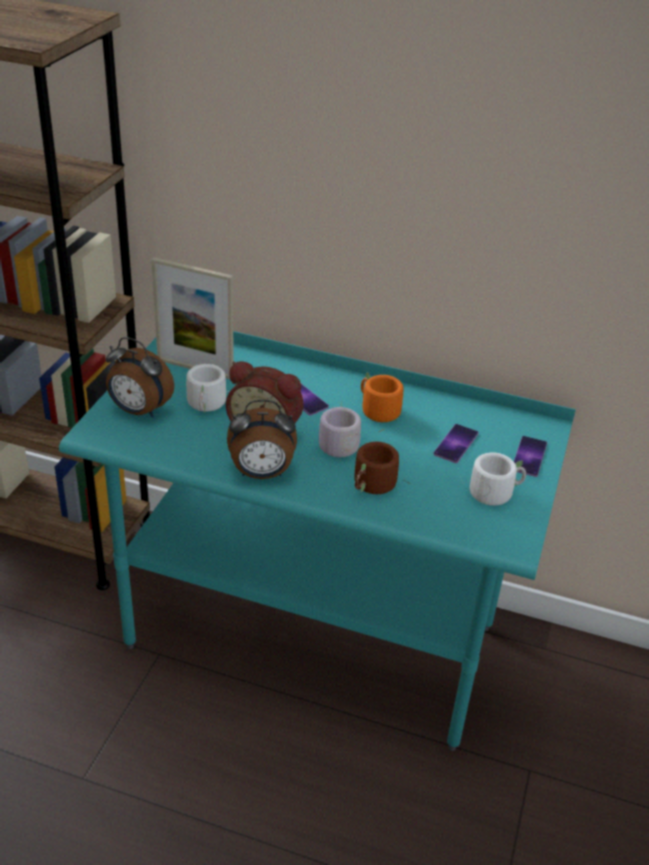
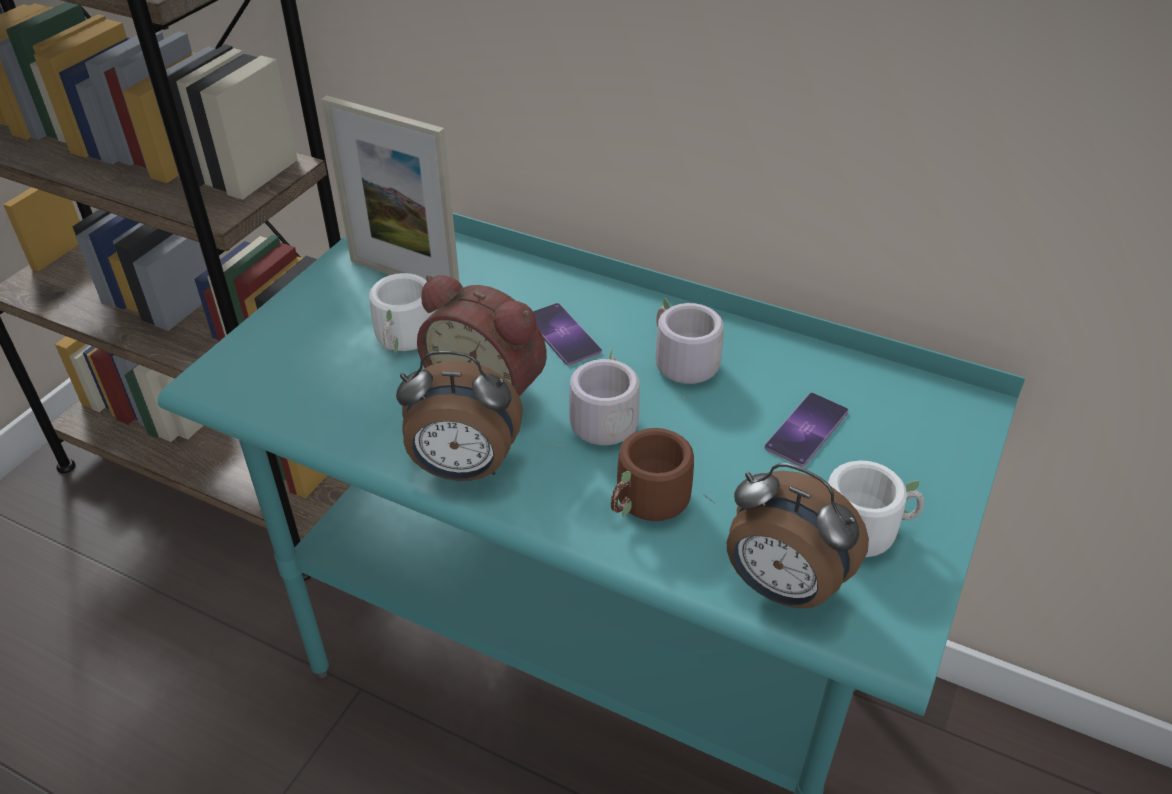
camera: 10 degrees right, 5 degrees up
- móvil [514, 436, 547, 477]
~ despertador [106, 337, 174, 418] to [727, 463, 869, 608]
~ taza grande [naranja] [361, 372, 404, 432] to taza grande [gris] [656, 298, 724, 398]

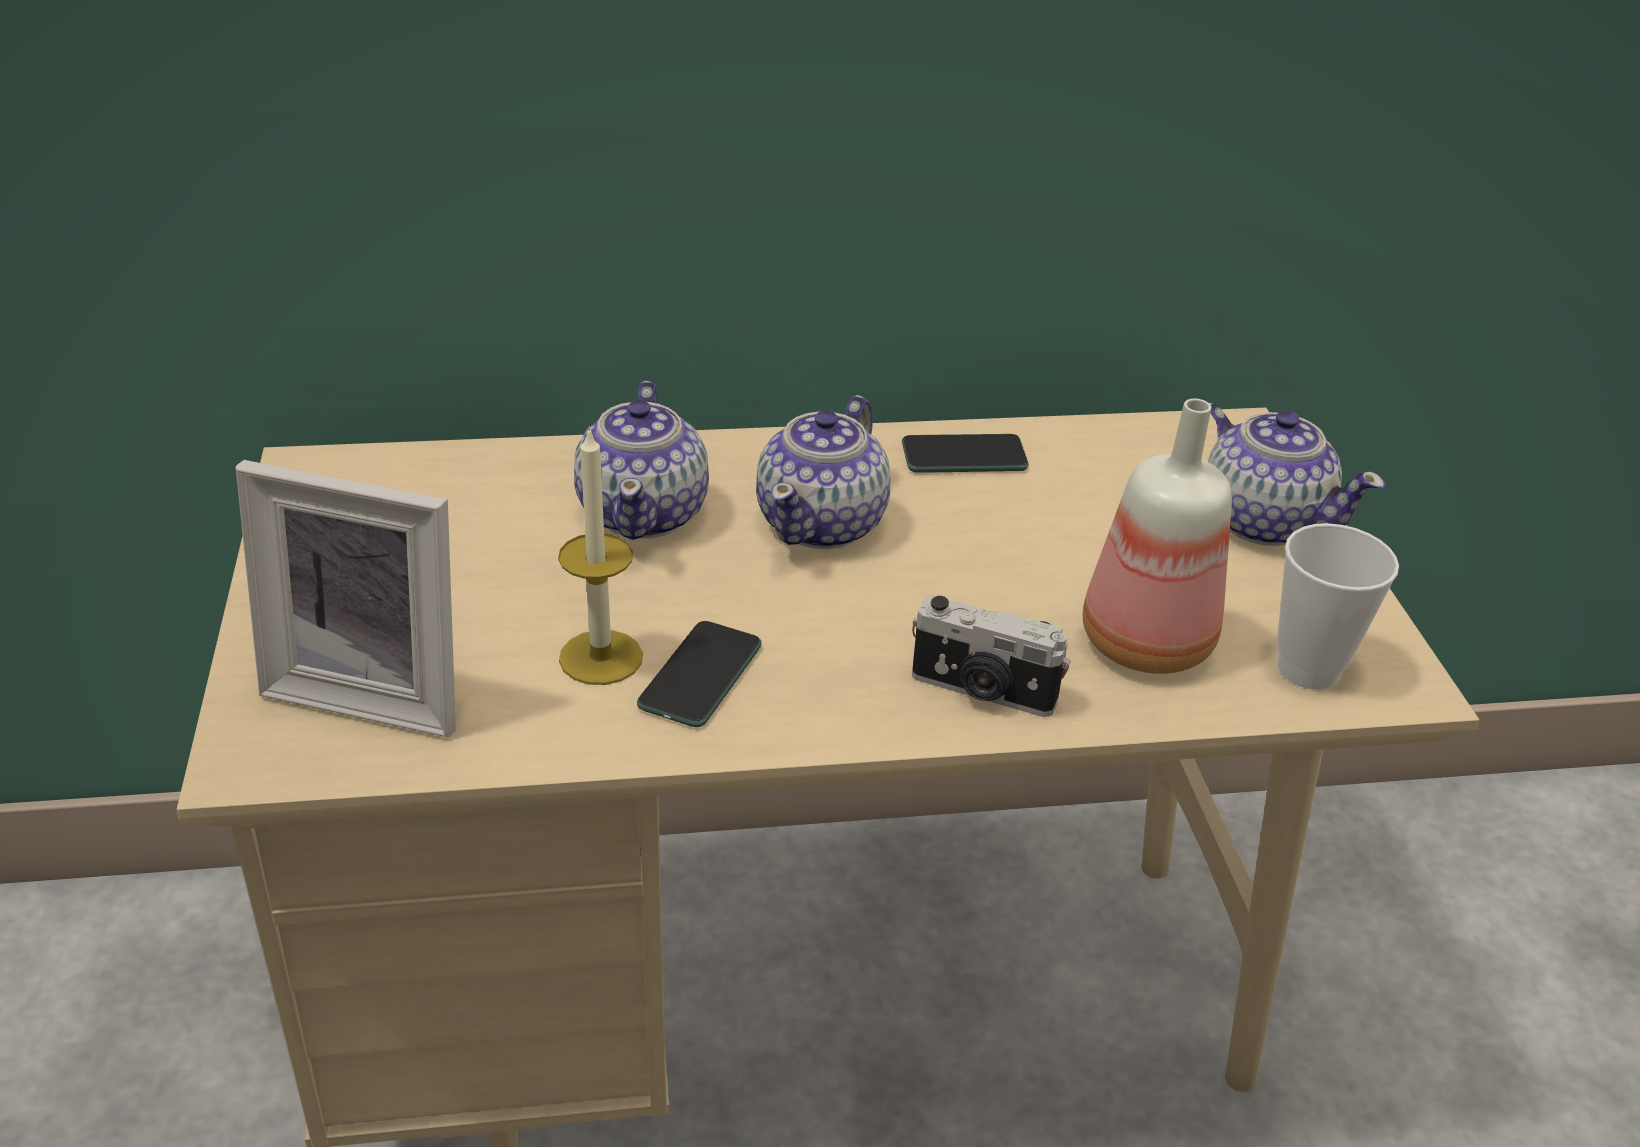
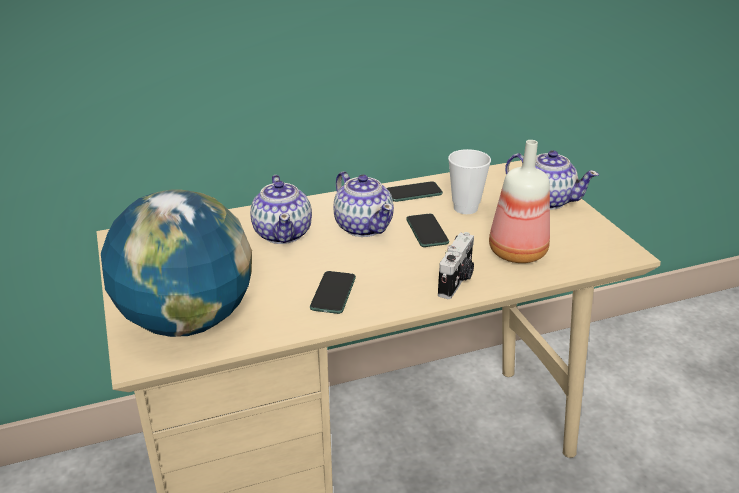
camera: 10 degrees left, 5 degrees down
- vela [558, 427, 643, 685]
+ móvil [406, 214, 449, 247]
~ taza [1277, 523, 1399, 690] to [448, 149, 491, 214]
~ portarretratos [236, 460, 456, 737] to globo terráqueo [101, 189, 252, 337]
~ tetera [756, 395, 891, 549] = [334, 171, 394, 237] 45 degrees counterclockwise
~ cámara [912, 596, 1071, 717] = [438, 232, 474, 299] 75 degrees counterclockwise

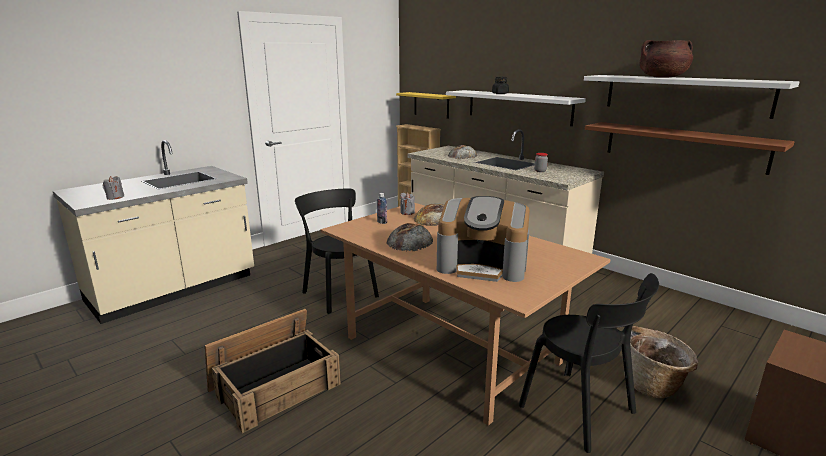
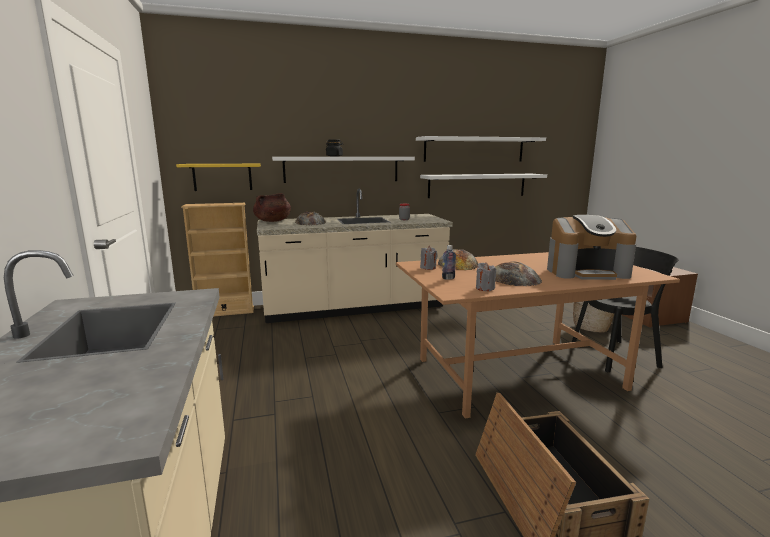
camera: 60 degrees left, 5 degrees down
- silla [negro] [295, 188, 379, 314]
~ vela [gris] [103, 176, 124, 200] to [476, 262, 496, 291]
~ olla [marrón] [640, 40, 693, 78] to [253, 193, 291, 222]
~ estante [marrón] [585, 122, 795, 175] to estante [blanco] [420, 174, 547, 198]
~ cafetera [437, 196, 530, 282] = [547, 215, 637, 280] 45 degrees clockwise

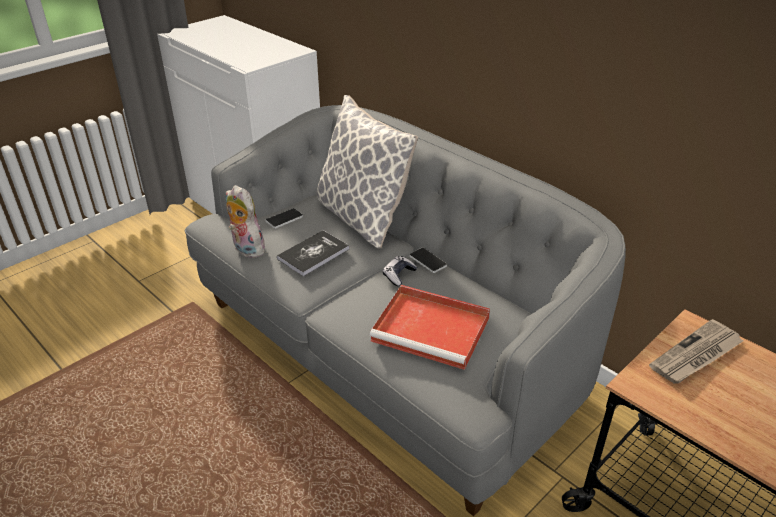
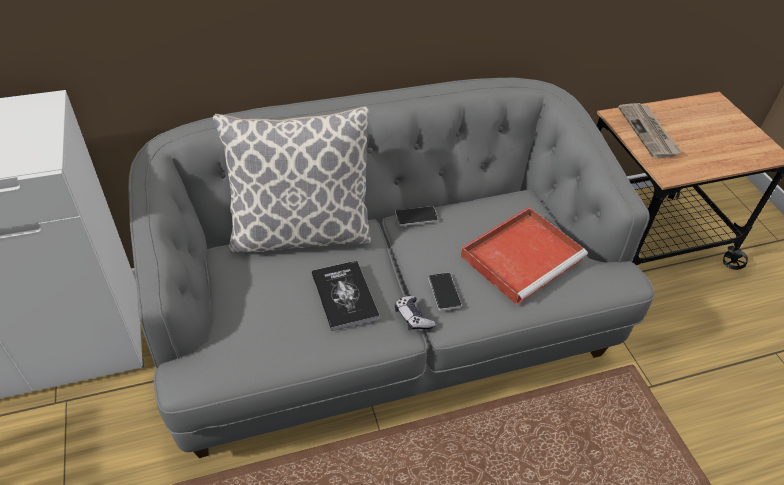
camera: 65 degrees left, 10 degrees up
- peluche [226, 185, 265, 258]
~ móvil [265, 208, 303, 229] to [428, 272, 461, 311]
~ mando de consola [383, 256, 417, 286] to [395, 296, 435, 330]

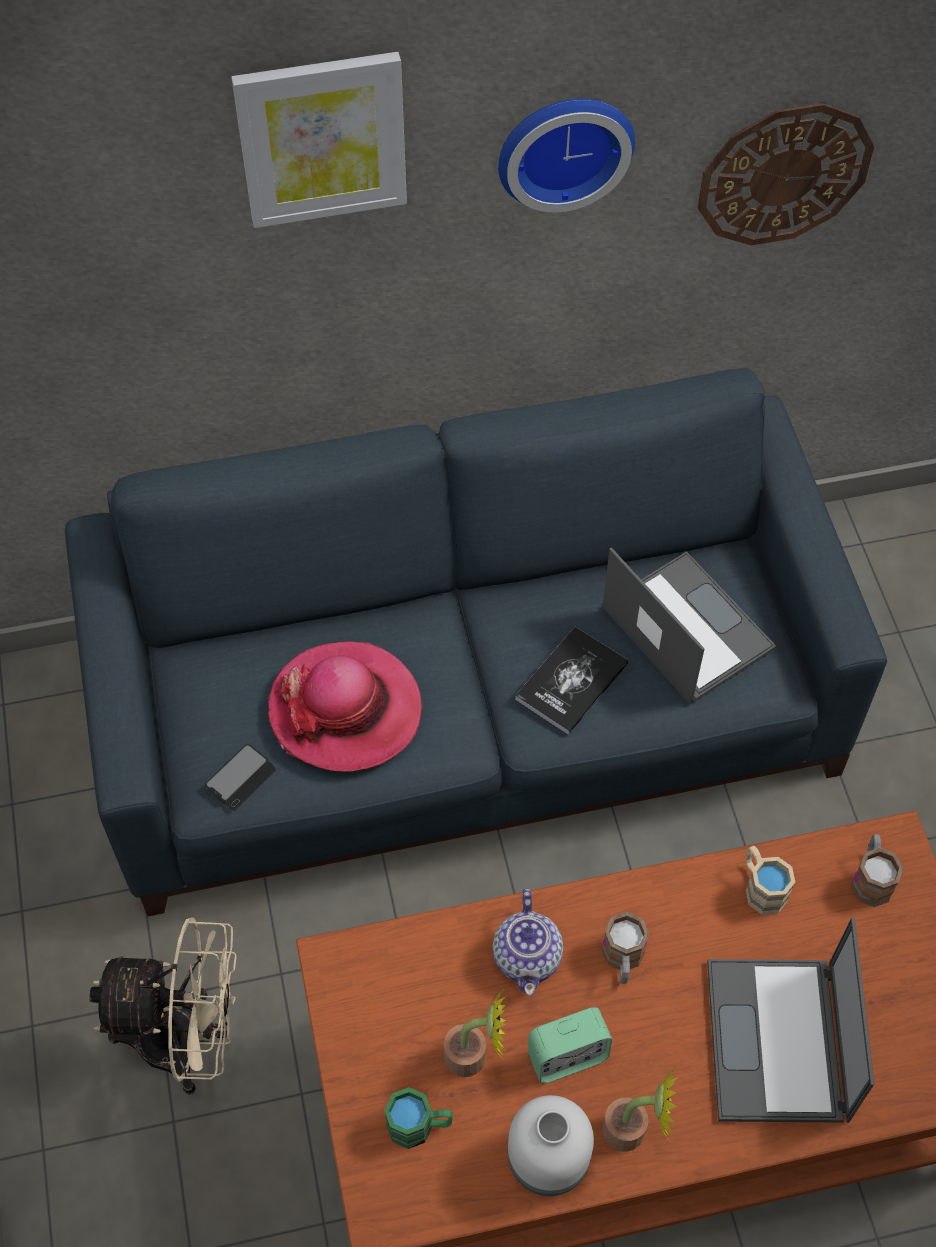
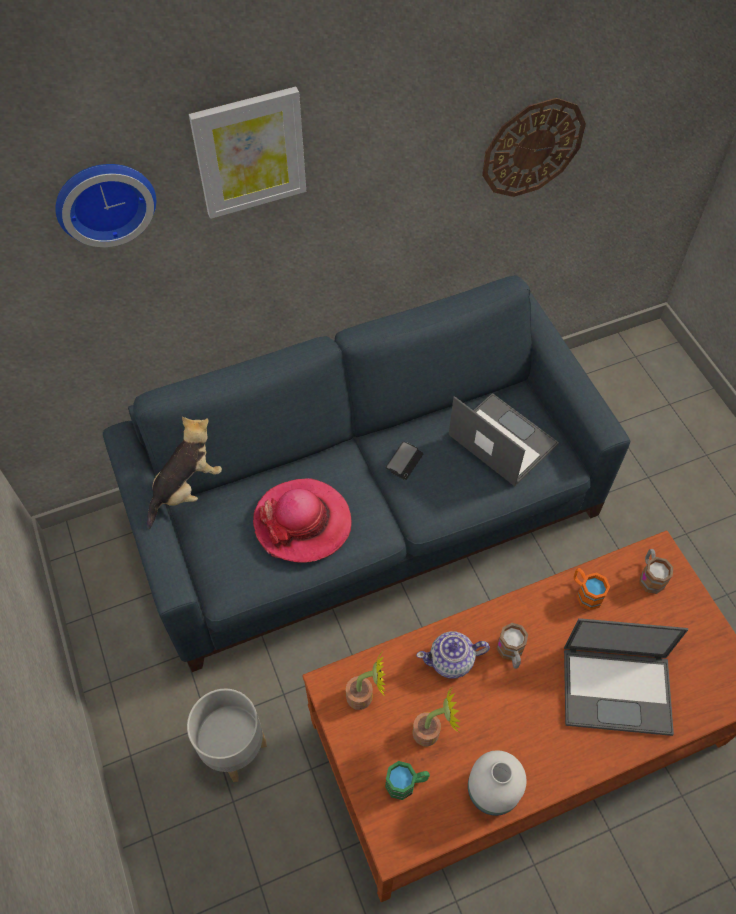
camera: 10 degrees left, 0 degrees up
- libro [515, 627, 629, 735]
- despertador [528, 1007, 612, 1083]
+ peluche [147, 417, 222, 529]
~ móvil [205, 744, 276, 811] to [386, 442, 423, 480]
~ reloj de pared [498, 99, 635, 212] to [55, 164, 156, 247]
~ planta en maceta [602, 1067, 679, 1152] to [346, 653, 386, 710]
~ ventilador [beis] [89, 917, 237, 1095] to maceta [gris] [187, 689, 267, 782]
~ taza grande [beis] [746, 846, 795, 915] to taza grande [naranja] [574, 568, 610, 610]
~ tetera [492, 889, 564, 996] = [416, 631, 490, 679] 90 degrees clockwise
~ portátil [707, 917, 874, 1123] = [564, 618, 688, 736] 75 degrees counterclockwise

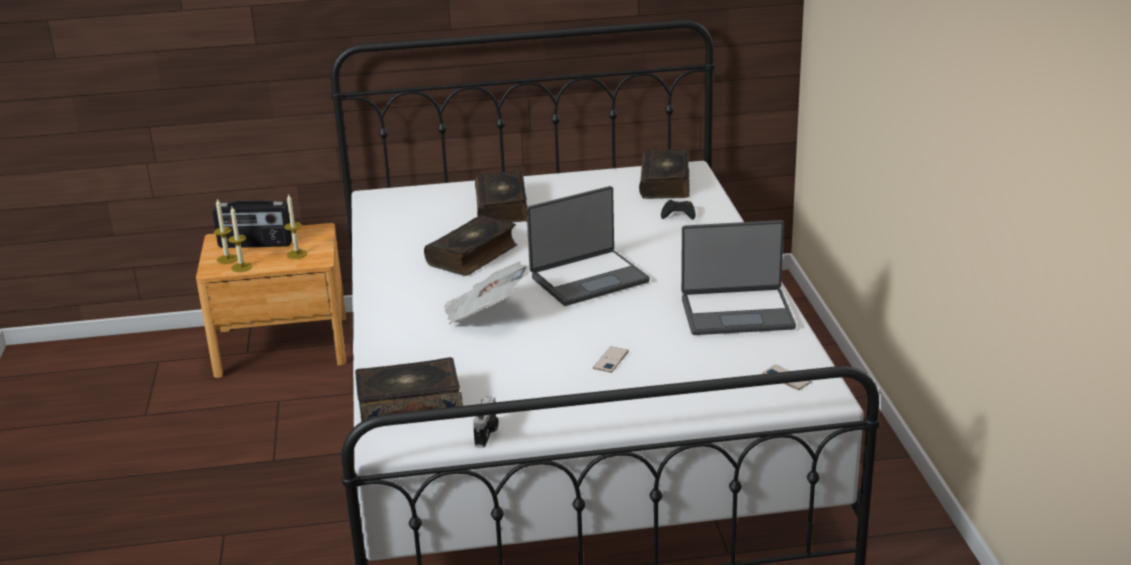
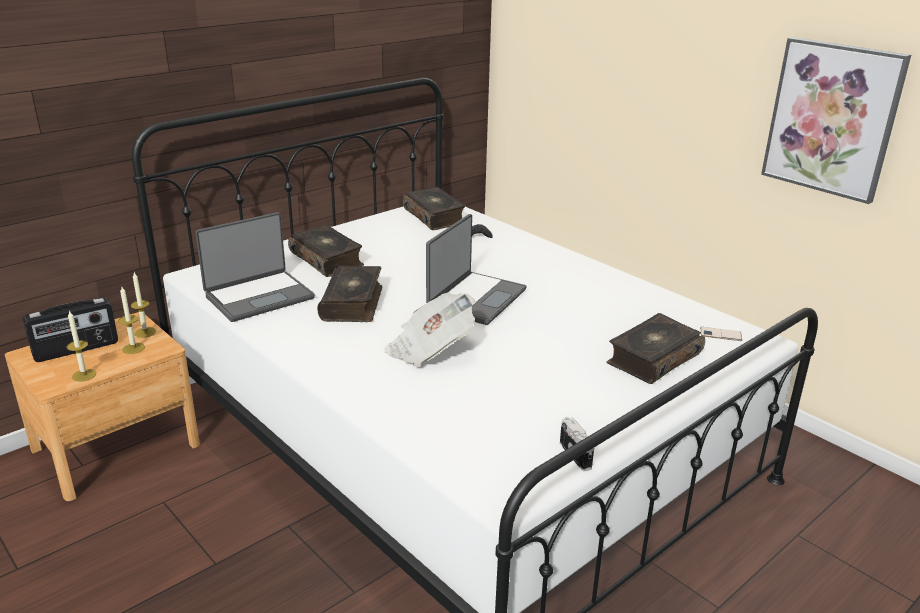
camera: 35 degrees left, 0 degrees up
- móvil [593, 346, 629, 373]
+ cuadro [761, 37, 911, 204]
~ vela [214, 199, 238, 264] to [131, 272, 156, 338]
~ libro [355, 357, 463, 422] to [607, 313, 705, 384]
~ portátil [681, 220, 796, 335] to [195, 212, 315, 322]

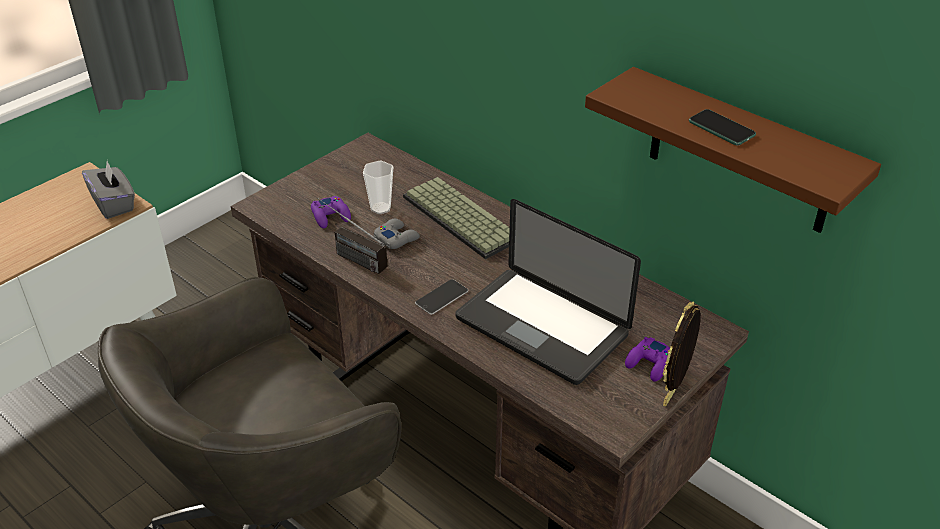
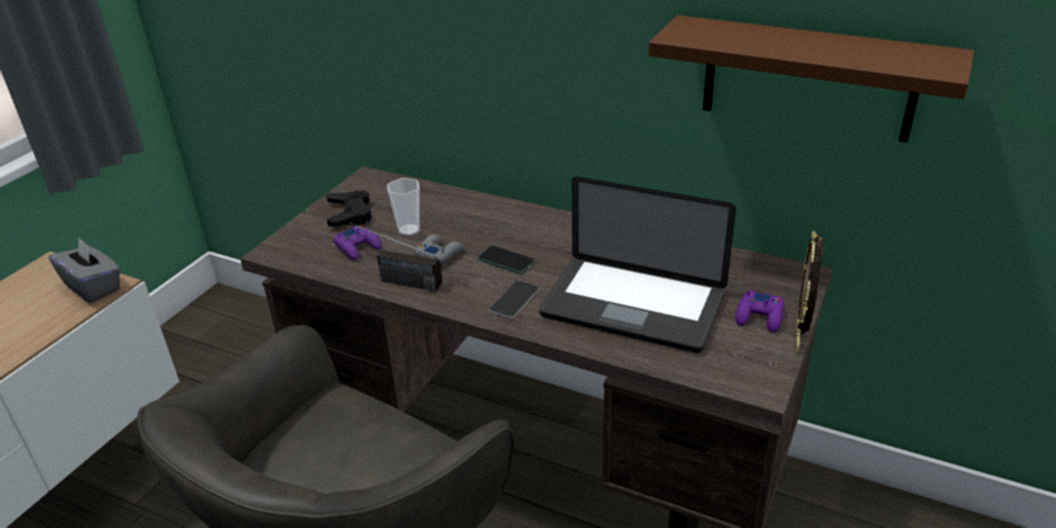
camera: 15 degrees left, 5 degrees down
- teclado [403, 177, 510, 259]
+ mando de consola [negro] [326, 190, 372, 227]
~ móvil [689, 109, 756, 145] to [478, 246, 535, 274]

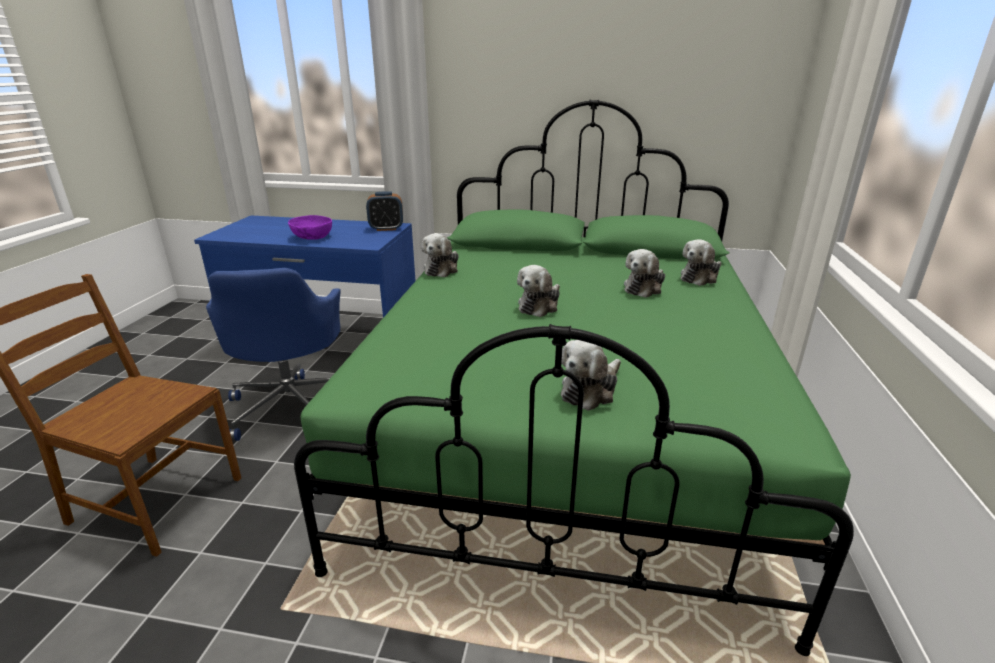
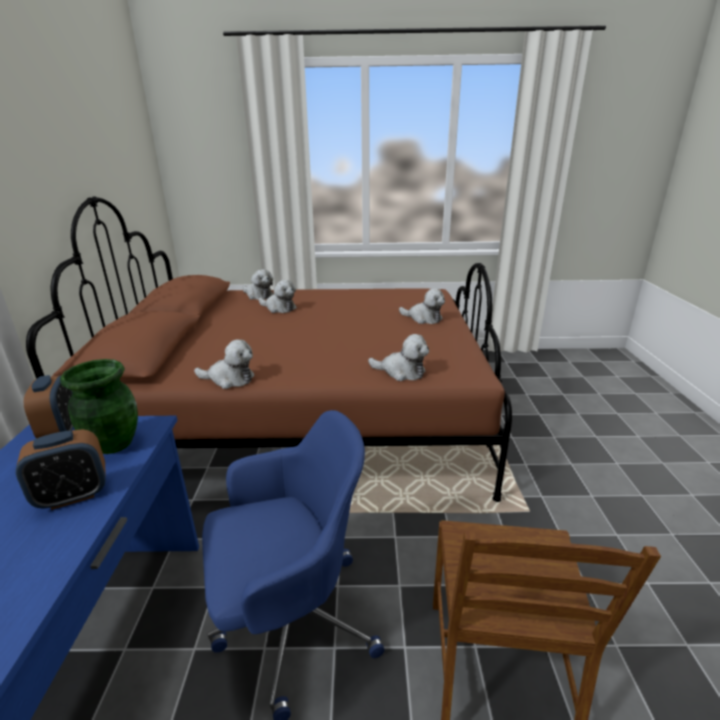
camera: 100 degrees left, 0 degrees up
+ florero [verde] [60, 359, 138, 454]
~ peluche [517, 265, 560, 317] to [368, 334, 429, 381]
~ cuenco [morado] [288, 215, 332, 239] to despertador [16, 429, 106, 510]
~ cama [verde] [294, 100, 854, 656] to cama [marrón] [26, 196, 512, 502]

